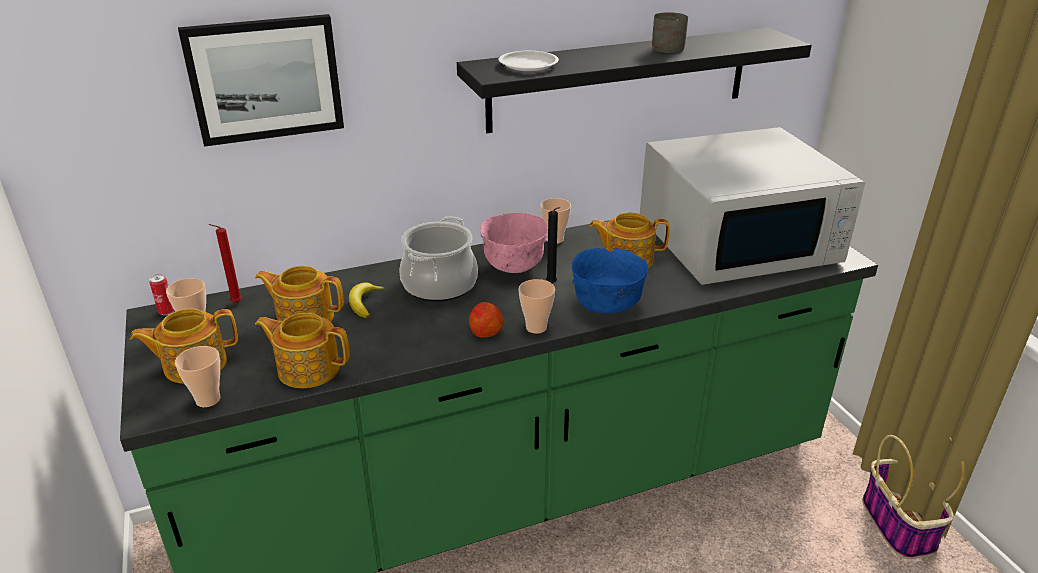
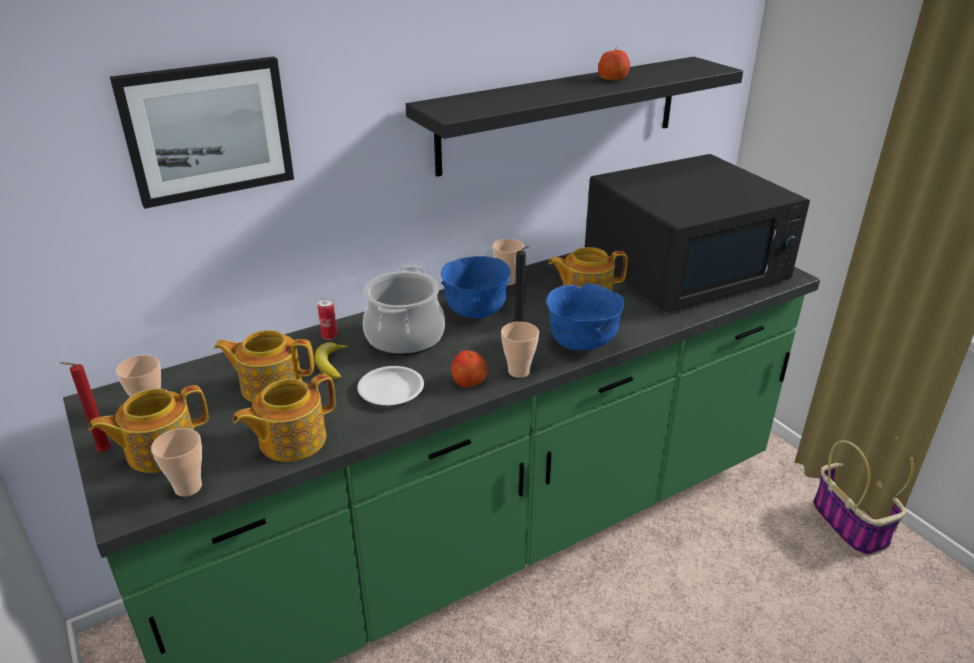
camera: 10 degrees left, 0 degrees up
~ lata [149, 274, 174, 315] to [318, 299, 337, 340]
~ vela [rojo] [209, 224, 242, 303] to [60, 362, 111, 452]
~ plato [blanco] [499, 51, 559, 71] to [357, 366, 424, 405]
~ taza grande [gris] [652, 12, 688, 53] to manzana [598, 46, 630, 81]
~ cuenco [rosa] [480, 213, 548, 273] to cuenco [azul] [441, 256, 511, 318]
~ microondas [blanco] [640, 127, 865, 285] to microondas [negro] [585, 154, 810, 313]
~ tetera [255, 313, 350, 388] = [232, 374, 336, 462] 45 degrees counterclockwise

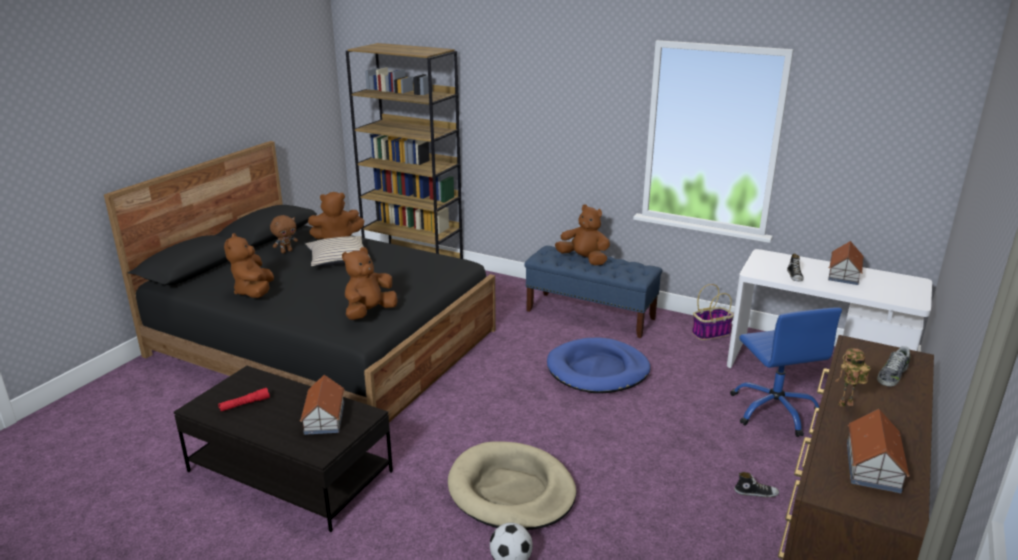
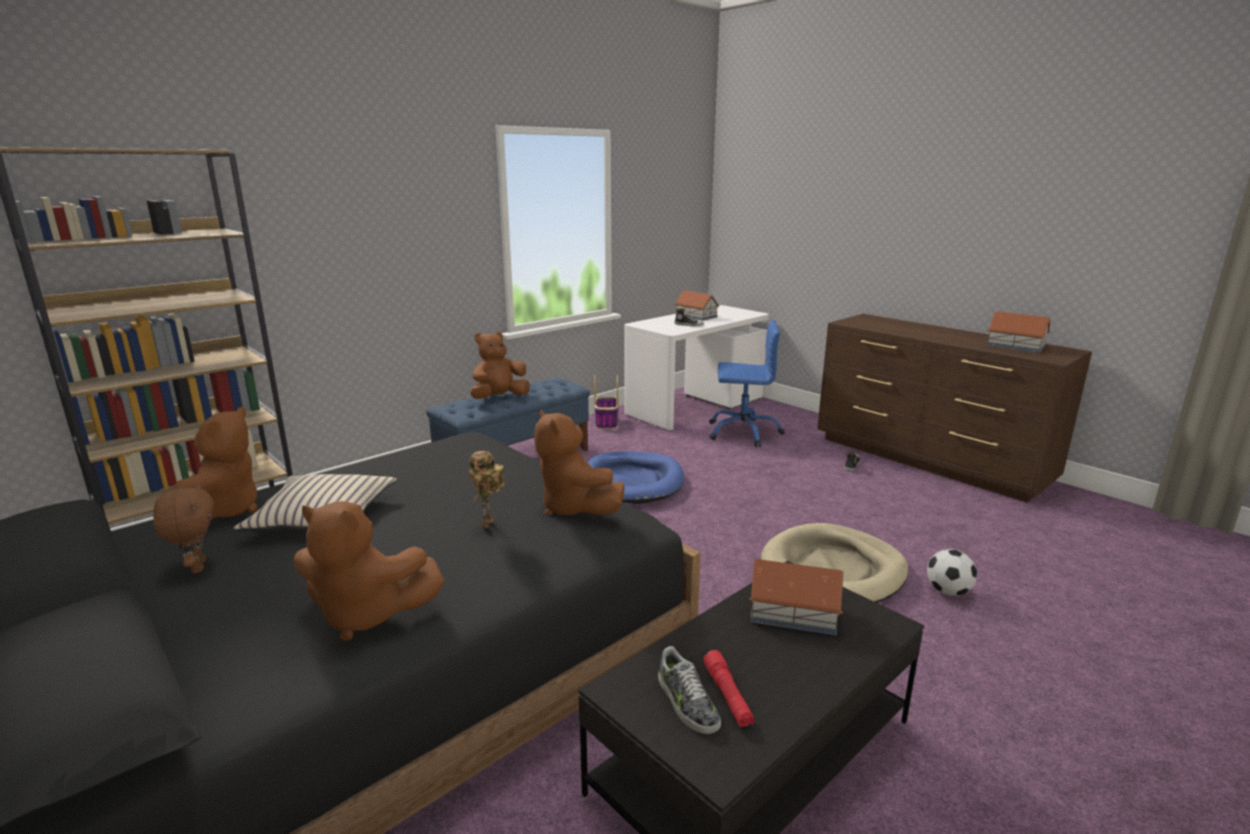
camera: 70 degrees left, 5 degrees down
~ robot de juguete [835, 348, 871, 407] to [469, 451, 504, 528]
~ zapato [877, 346, 910, 387] to [658, 646, 721, 734]

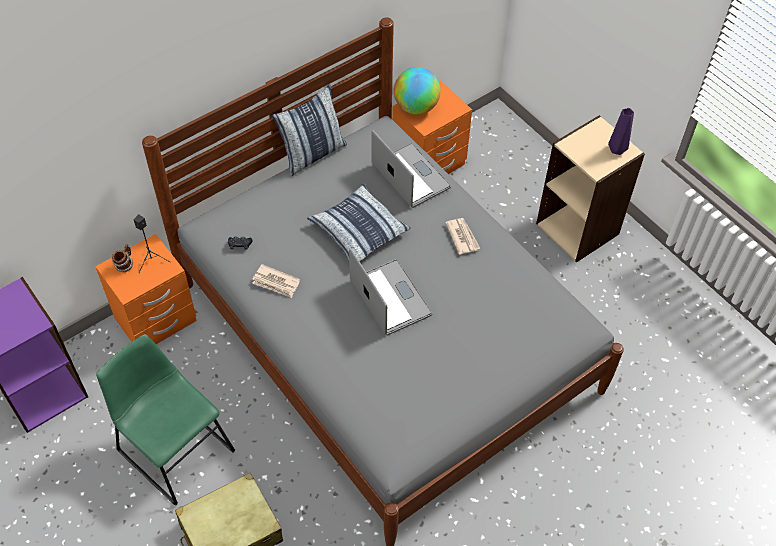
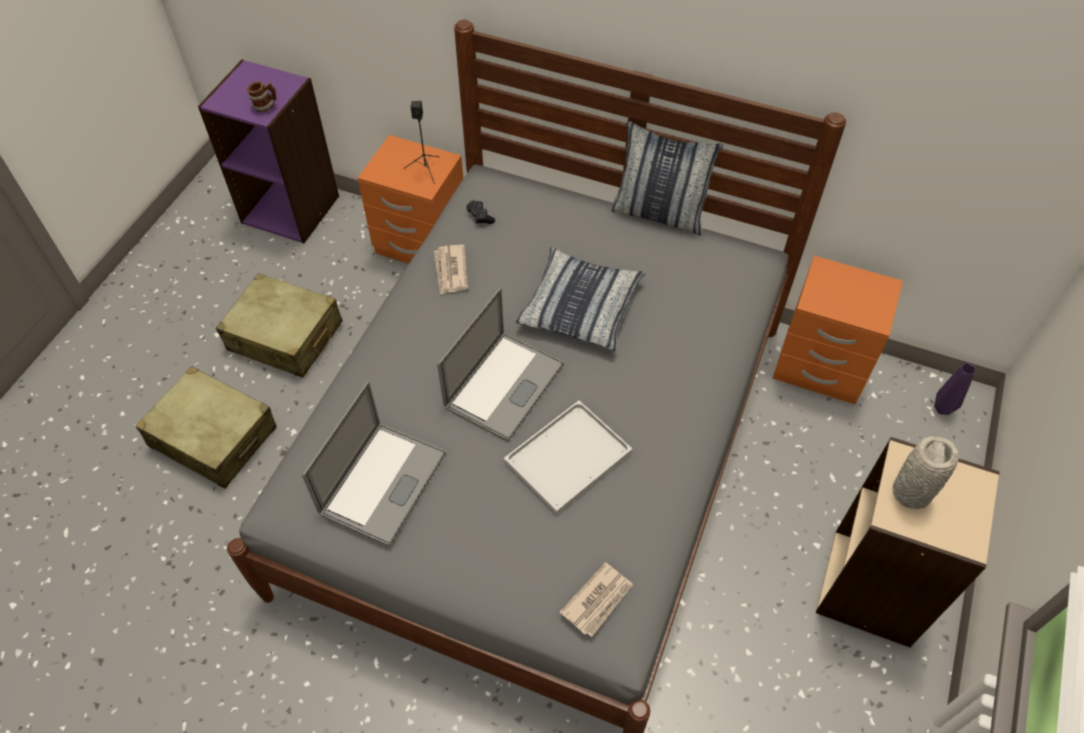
camera: 60 degrees right, 0 degrees up
- globo terráqueo [394, 67, 441, 115]
+ bandeja [blanco] [504, 400, 632, 515]
+ florero [gris] [893, 436, 959, 509]
~ taza grande [112, 244, 133, 272] to [247, 81, 277, 112]
~ portátil [372, 130, 451, 208] to [302, 382, 446, 546]
~ periódico [445, 218, 480, 255] to [559, 562, 633, 637]
~ florero [morado] [608, 108, 634, 155] to [934, 363, 976, 415]
~ silla [verde] [96, 334, 235, 506] to maleta [beis] [216, 273, 343, 377]

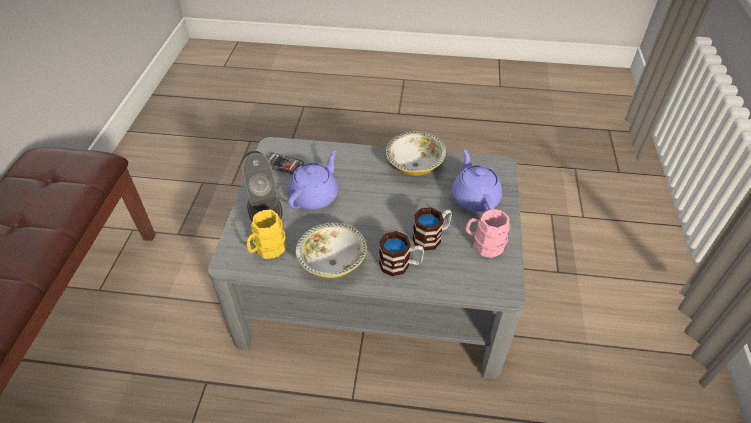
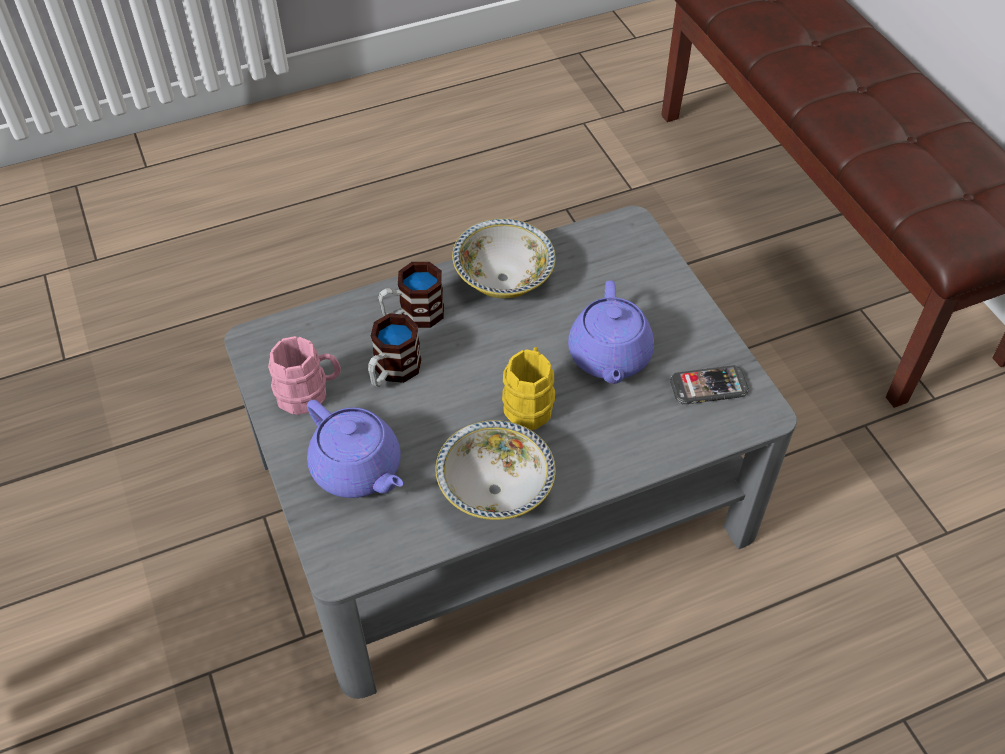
camera: 150 degrees right, 5 degrees up
- altavoz [gris] [242, 151, 283, 222]
~ taza grande [amarillo] [247, 209, 286, 259] to [502, 347, 555, 430]

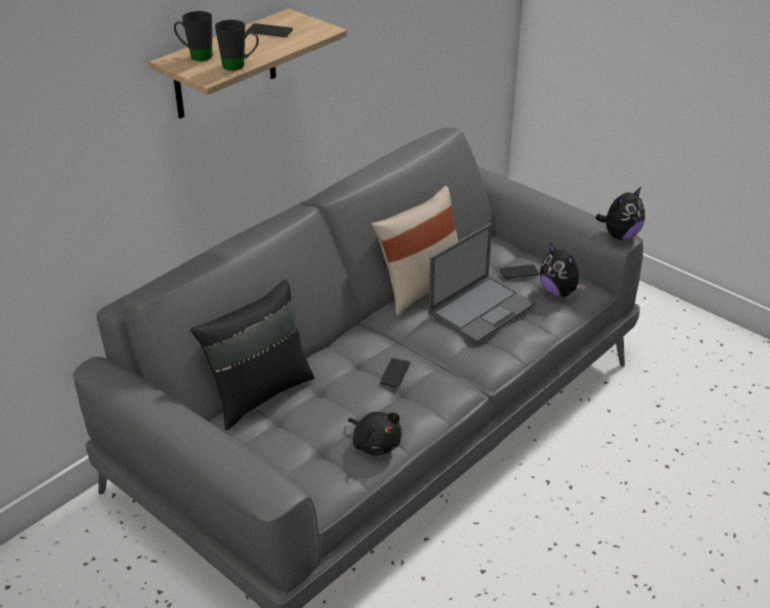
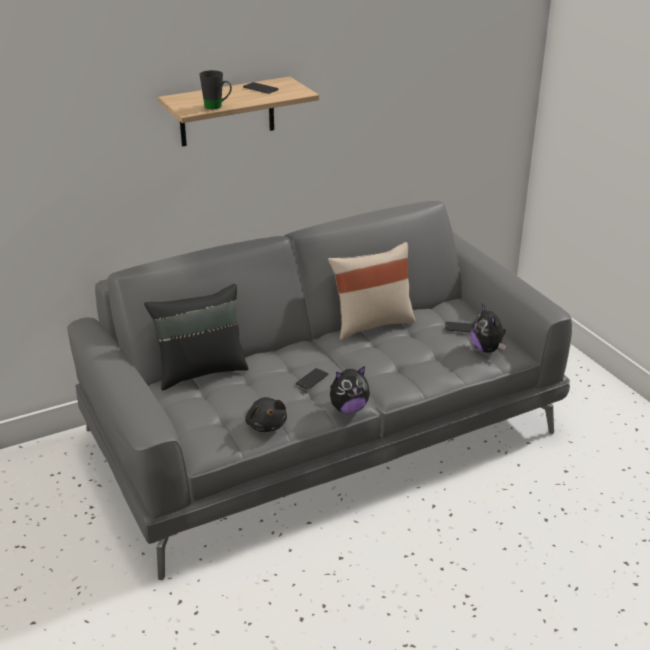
camera: 20 degrees right, 5 degrees down
- taza grande [negro] [174, 11, 212, 61]
- portátil [428, 223, 536, 343]
~ peluche [595, 186, 645, 240] to [330, 366, 370, 413]

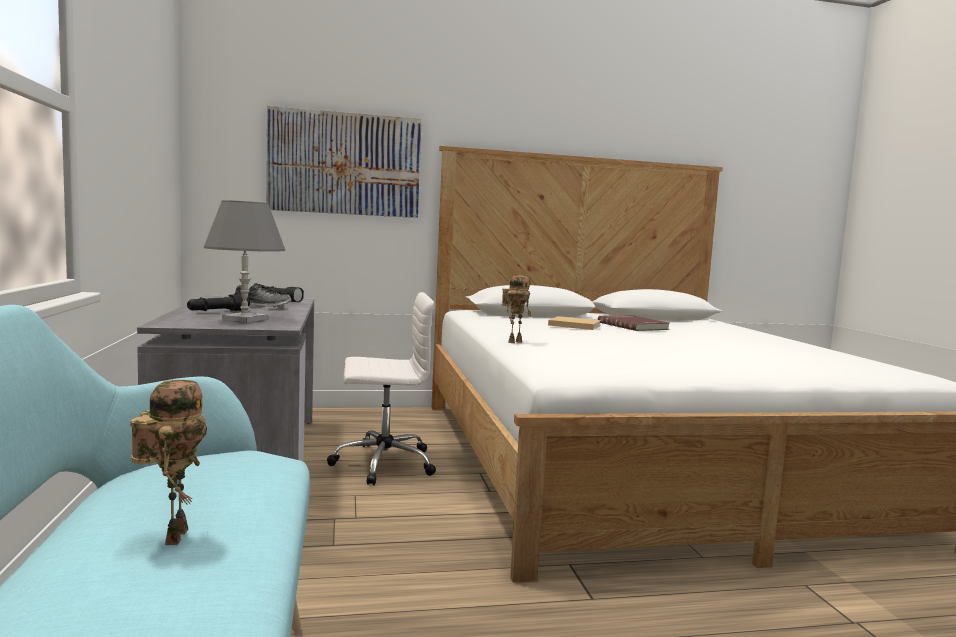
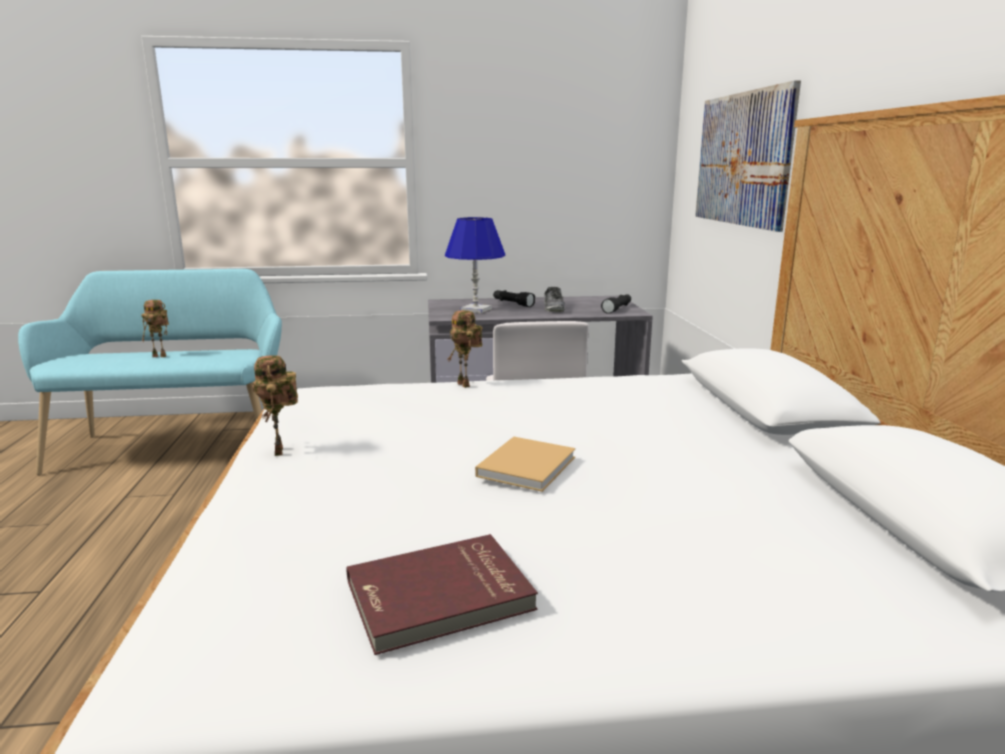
camera: 95 degrees right, 10 degrees up
+ robot de juguete [252, 355, 298, 456]
~ libro [beis] [548, 316, 601, 330] to [475, 437, 576, 492]
~ libro [rojo] [598, 315, 669, 331] to [346, 534, 538, 655]
~ lámpara de mesa [gris] [204, 200, 285, 323] to lámpara de mesa [azul] [445, 217, 505, 313]

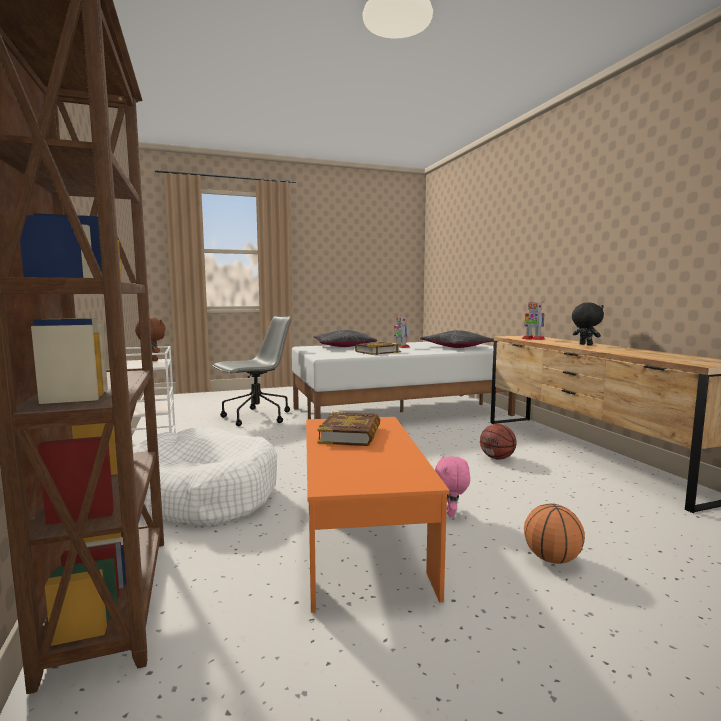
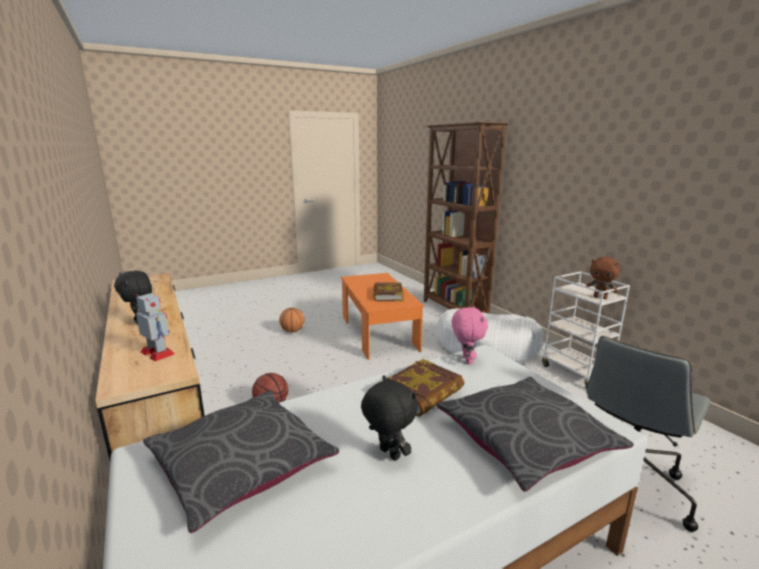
camera: 170 degrees right, 10 degrees up
~ peluche [rosa] [435, 455, 470, 517] to [451, 306, 488, 364]
~ robot de juguete [394, 316, 410, 348] to peluche [negro] [361, 375, 418, 461]

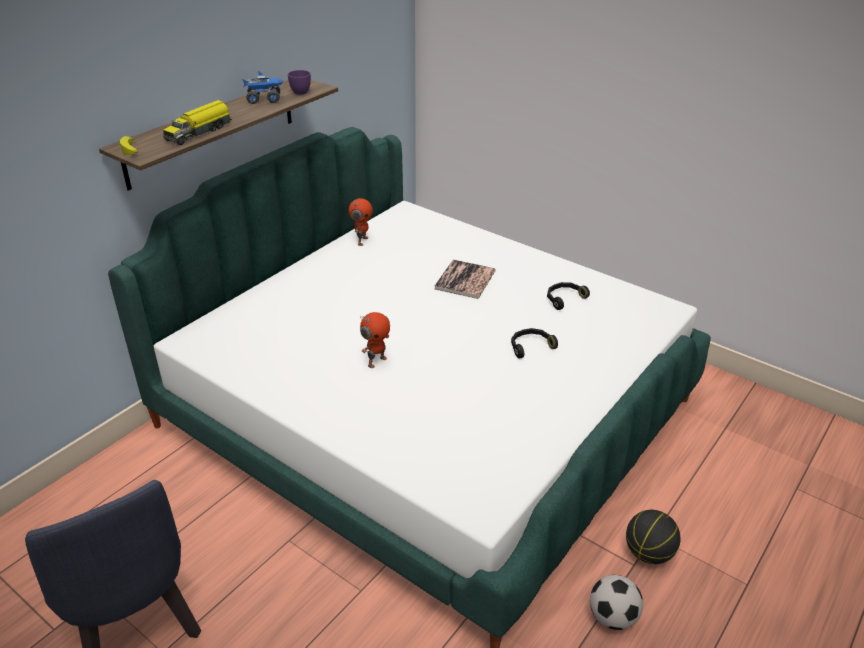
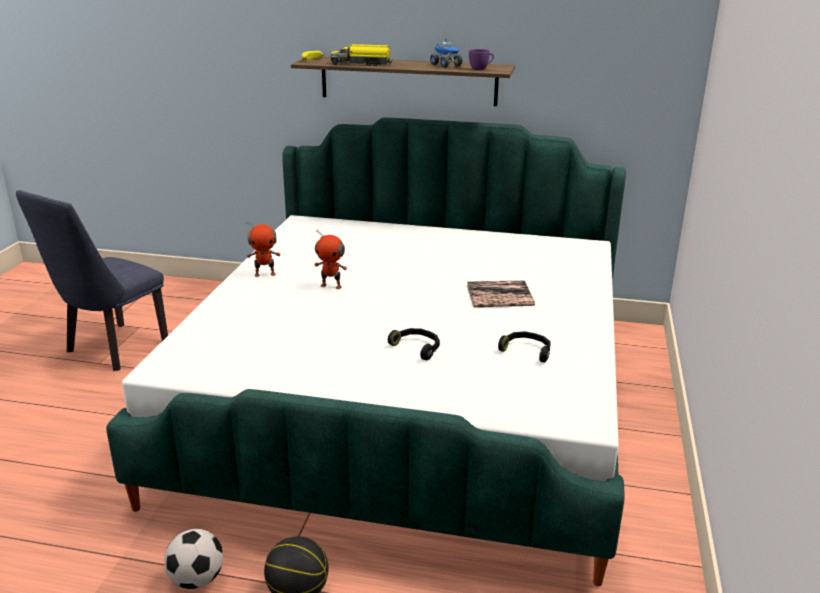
camera: 65 degrees right, 10 degrees down
~ robot de juguete [349, 198, 373, 246] to [246, 221, 280, 277]

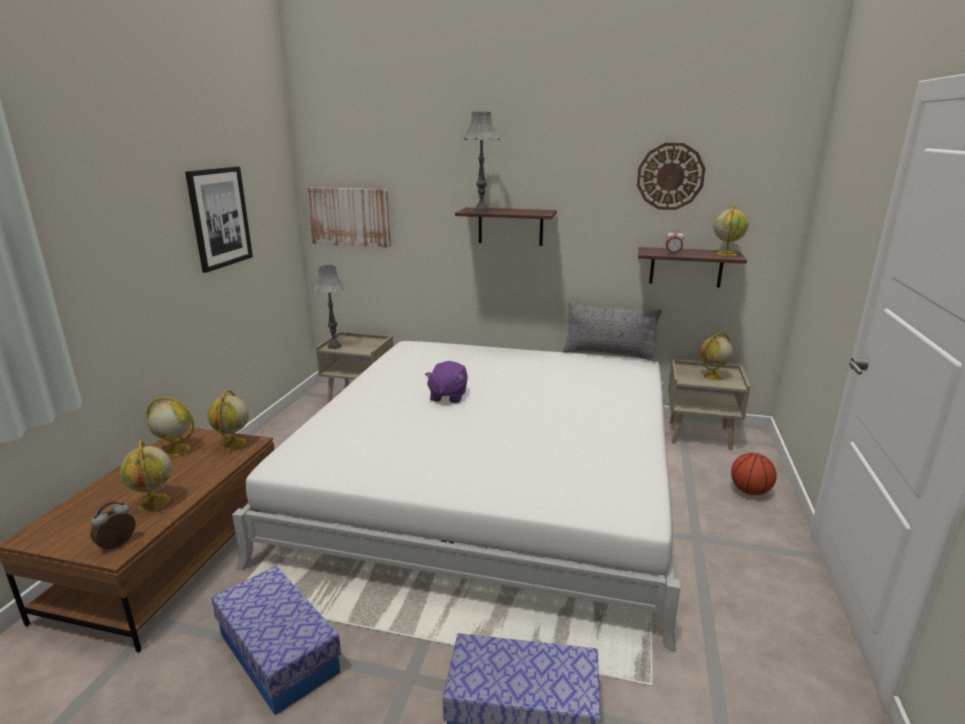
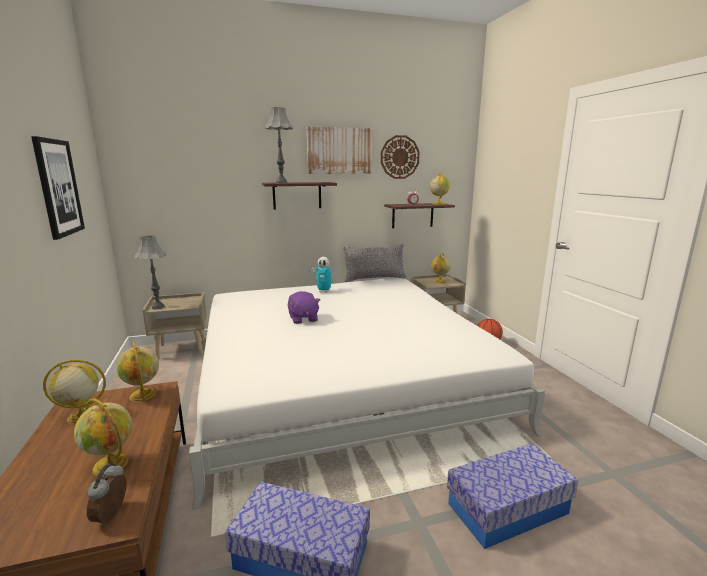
camera: 30 degrees left, 5 degrees down
+ robot de juguete [309, 257, 339, 293]
~ cuadro [307, 187, 391, 248] to [307, 127, 372, 174]

